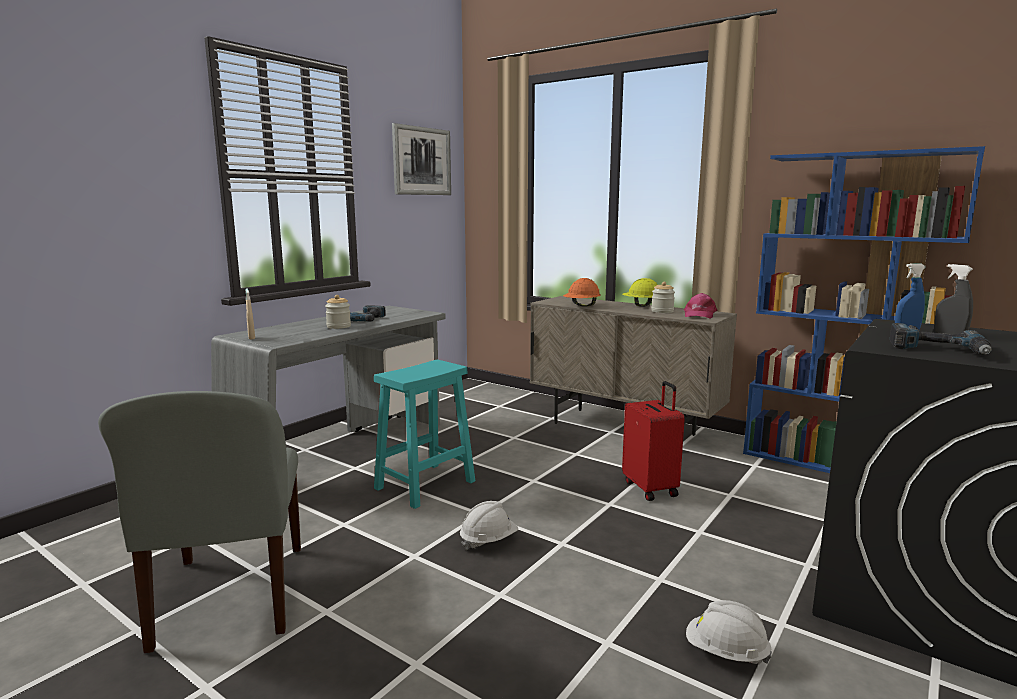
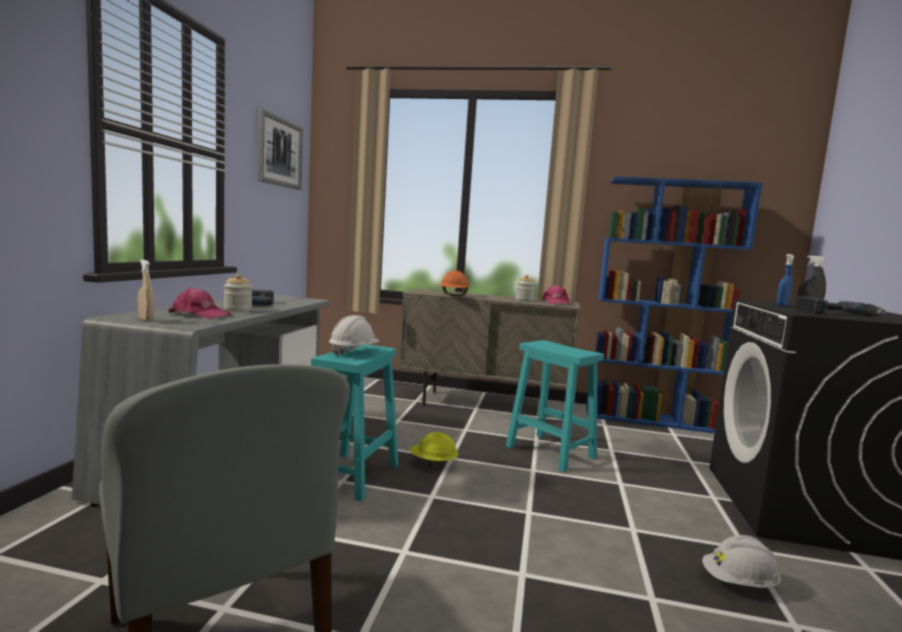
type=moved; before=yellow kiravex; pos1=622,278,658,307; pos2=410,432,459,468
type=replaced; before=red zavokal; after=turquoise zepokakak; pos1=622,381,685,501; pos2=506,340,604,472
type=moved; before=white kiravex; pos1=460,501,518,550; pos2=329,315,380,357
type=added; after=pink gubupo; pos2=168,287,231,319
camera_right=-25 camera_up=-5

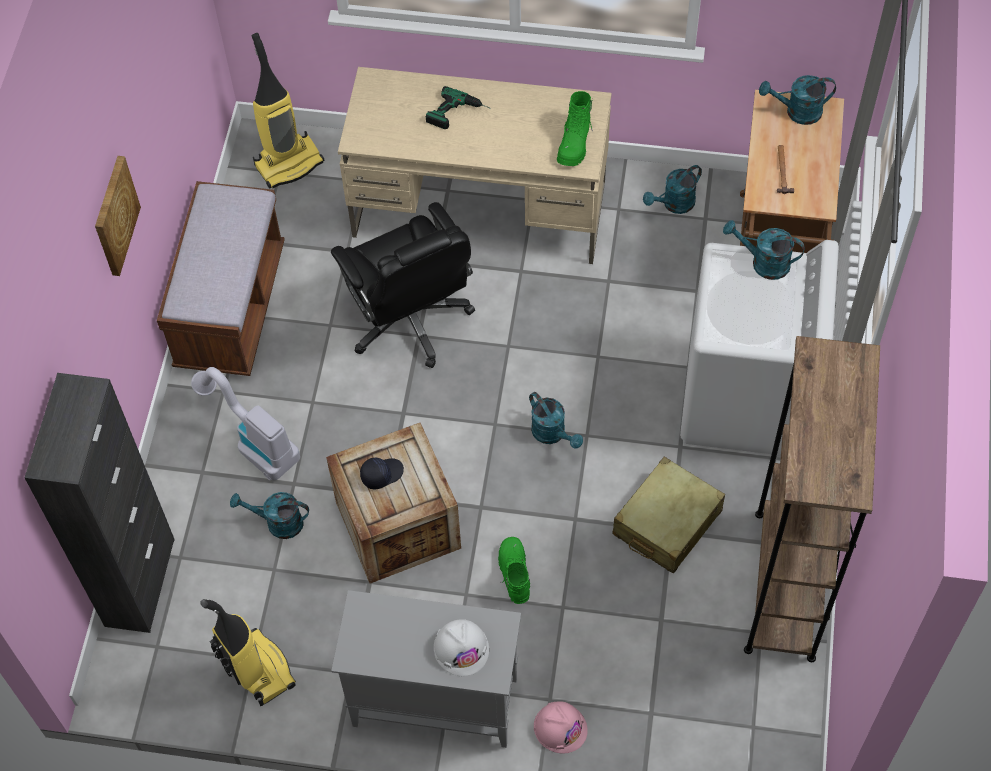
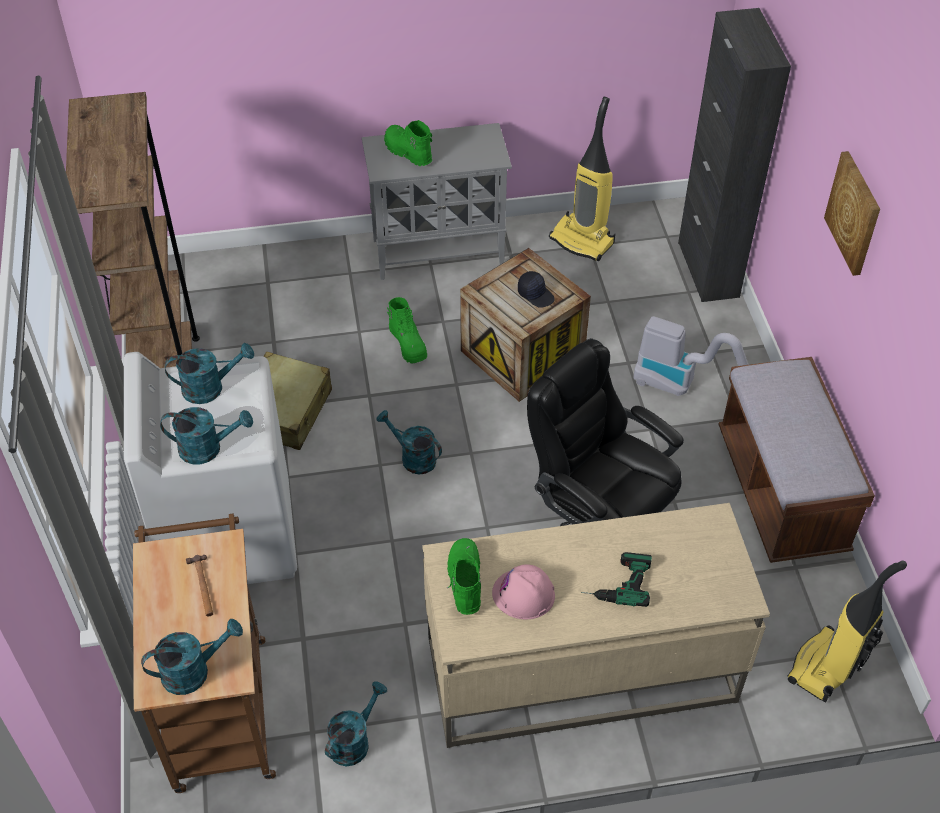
type=turned; before=black gubupo; pos1=360,458,404,489; pos2=518,271,555,308; turn=-90
type=moved; before=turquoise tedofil; pos1=230,492,309,539; pos2=165,343,254,404
type=replaced; before=white kiravex; after=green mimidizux; pos1=434,619,489,676; pos2=384,120,432,166
type=moved; before=pink kiravex; pos1=534,701,588,753; pos2=492,564,555,619
camera_right=160 camera_up=-10

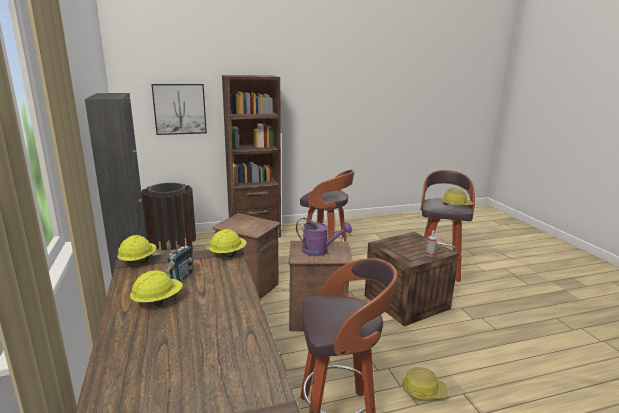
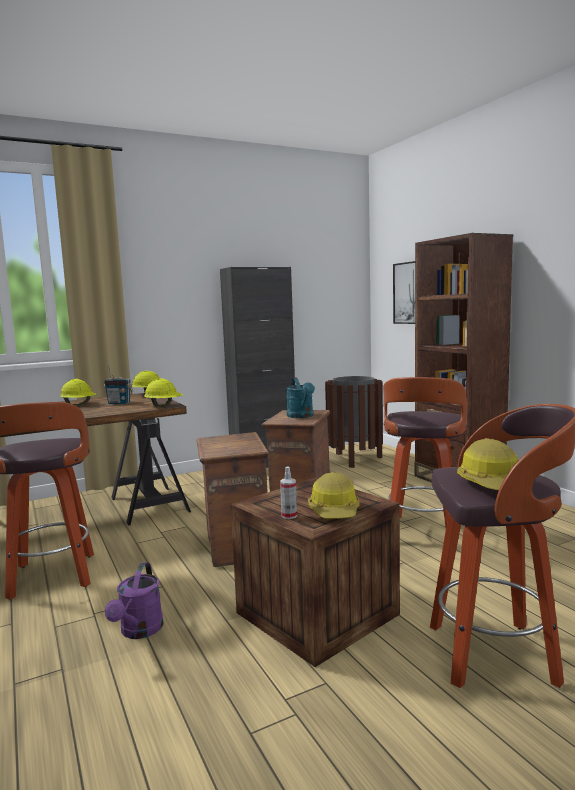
type=moved; before=purple tedofil; pos1=296,218,352,256; pos2=105,562,164,639
type=moved; before=kiravex; pos1=402,367,448,400; pos2=308,472,359,519
type=added; after=turquoise tedofil; pos2=286,377,315,418
camera_right=80 camera_up=-10

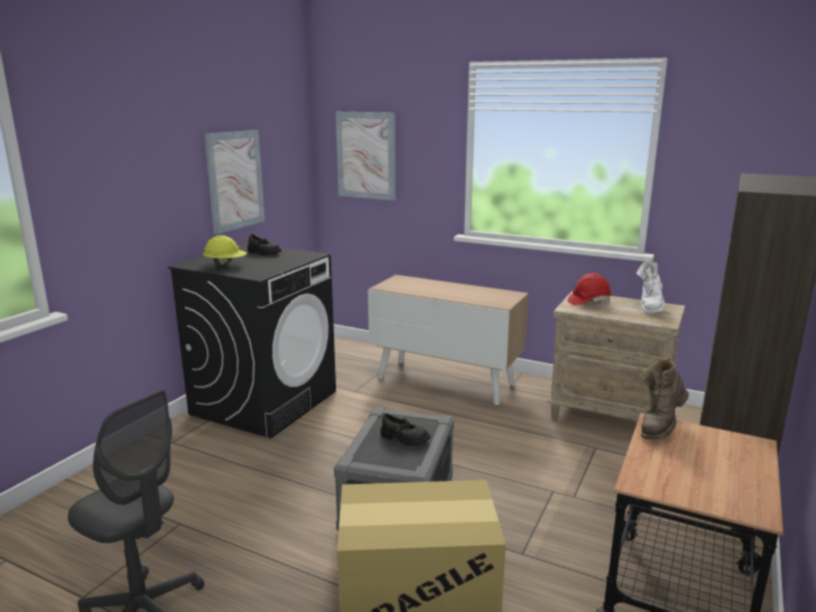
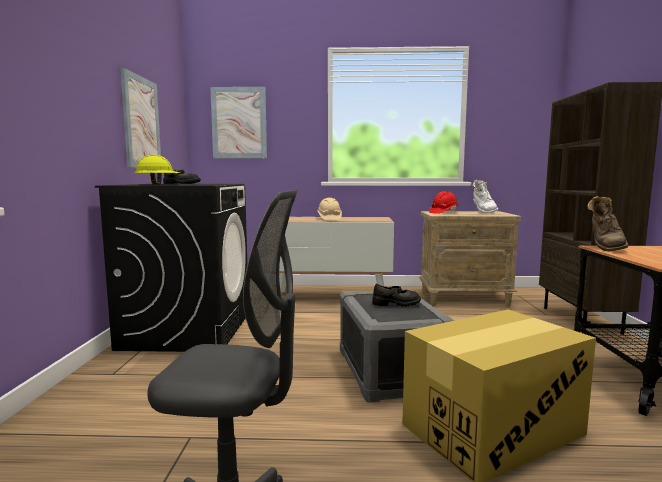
type=added; after=beige kiravex; pos2=317,198,342,221
camera_right=-25 camera_up=-10

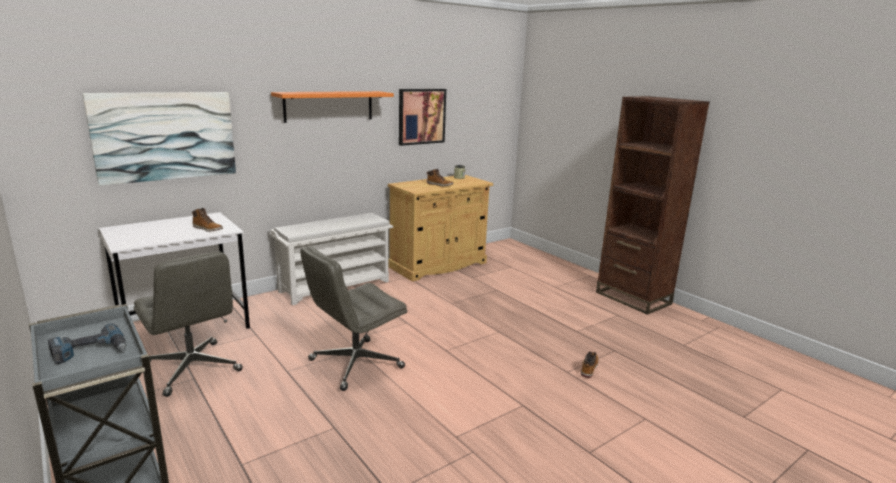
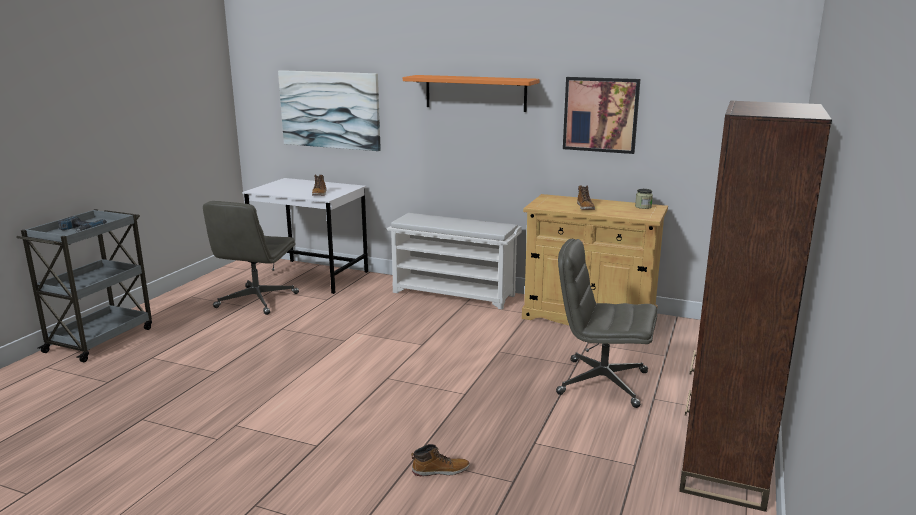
type=moved; before=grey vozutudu; pos1=300,246,407,391; pos2=556,239,657,408
camera_right=60 camera_up=0

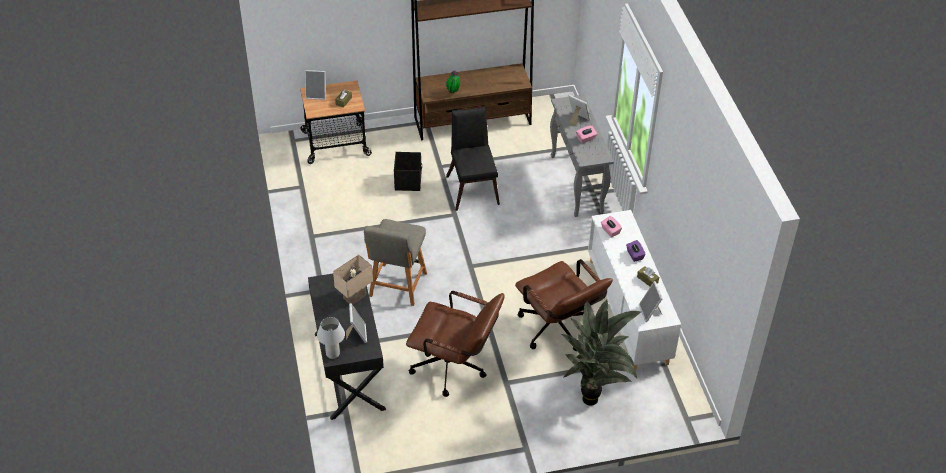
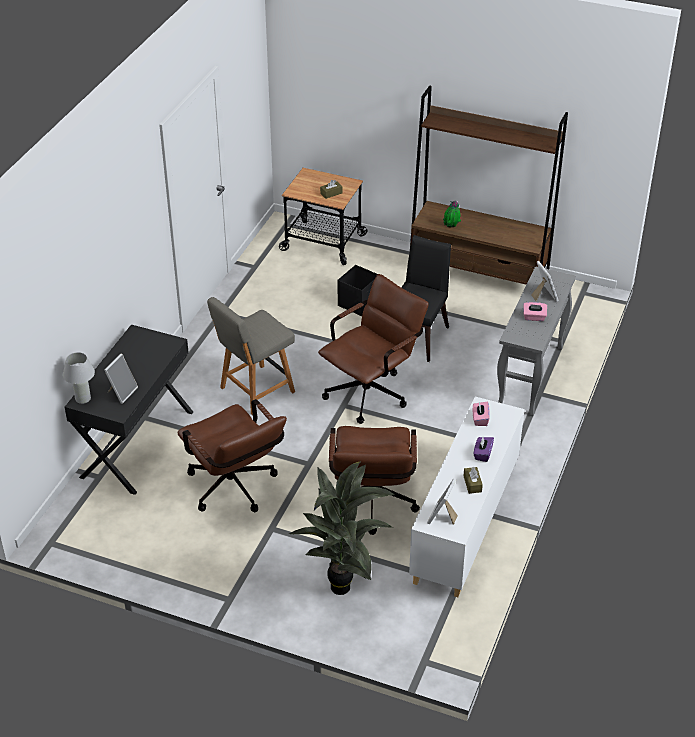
type=removed; before=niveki; pos1=305,70,326,100
type=removed; before=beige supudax; pos1=333,255,373,305
type=added; after=brown vozutudu; pos2=318,274,429,424
camera_right=35 camera_up=-5

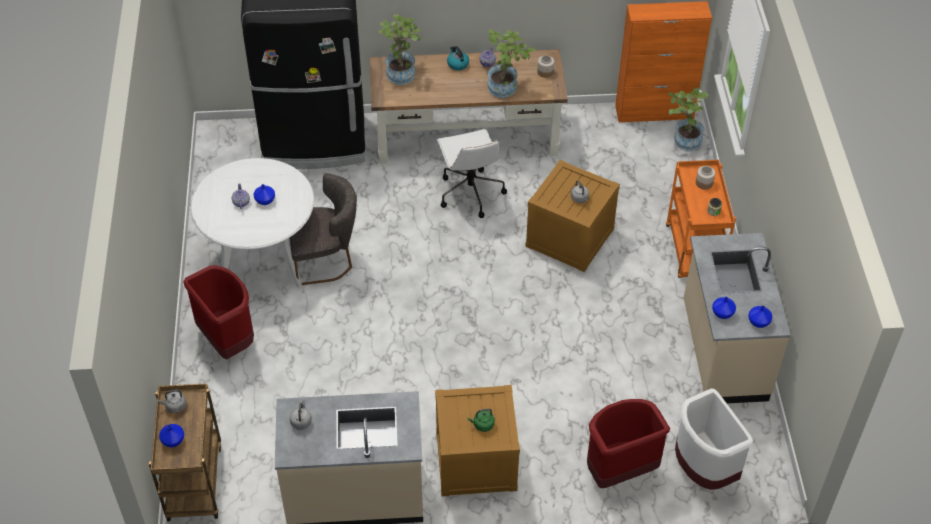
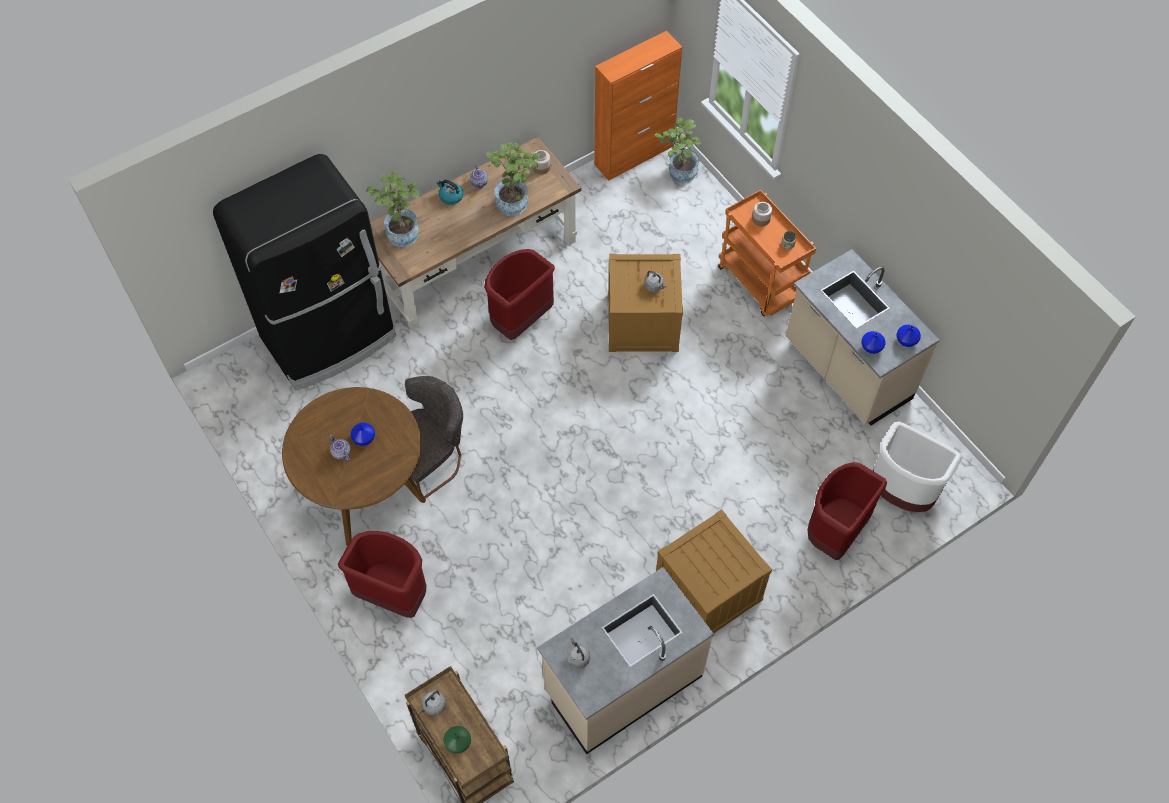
type=replaced; before=white vozutudu; after=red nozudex; pos1=437,129,507,218; pos2=484,249,555,340
type=recoloured; before=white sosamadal; after=brown sosamadal; pos1=191,158,314,288; pos2=282,387,426,546
type=removed; before=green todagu; pos1=468,409,495,432
type=recoloured; before=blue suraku; after=green suraku; pos1=159,424,184,447; pos2=443,726,471,754
camera_right=-30 camera_up=10

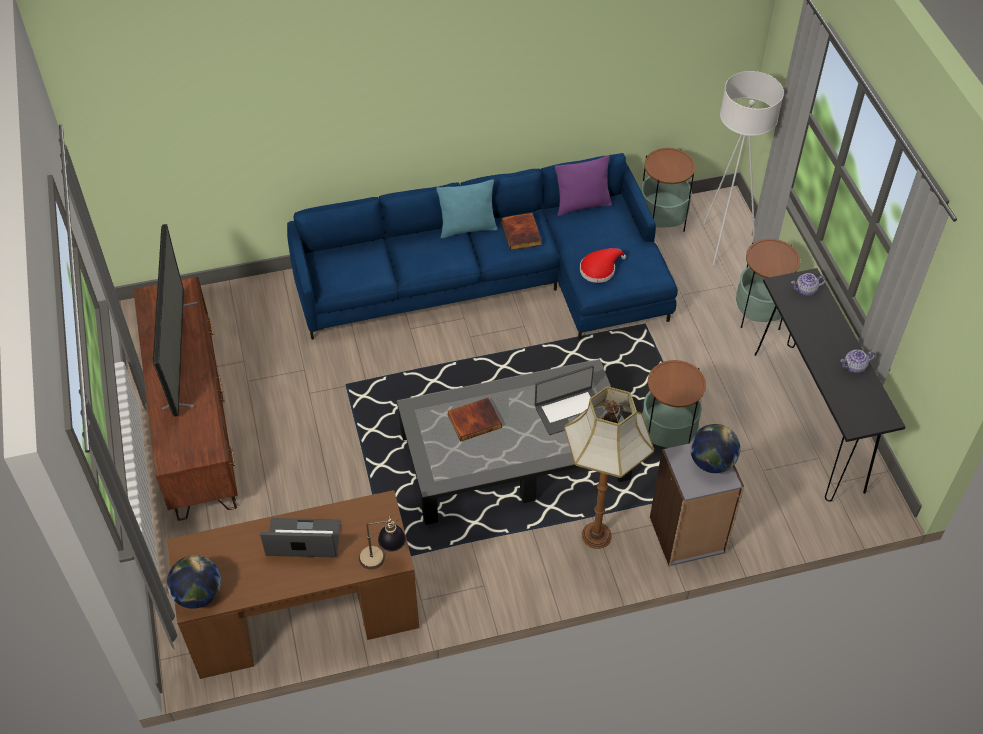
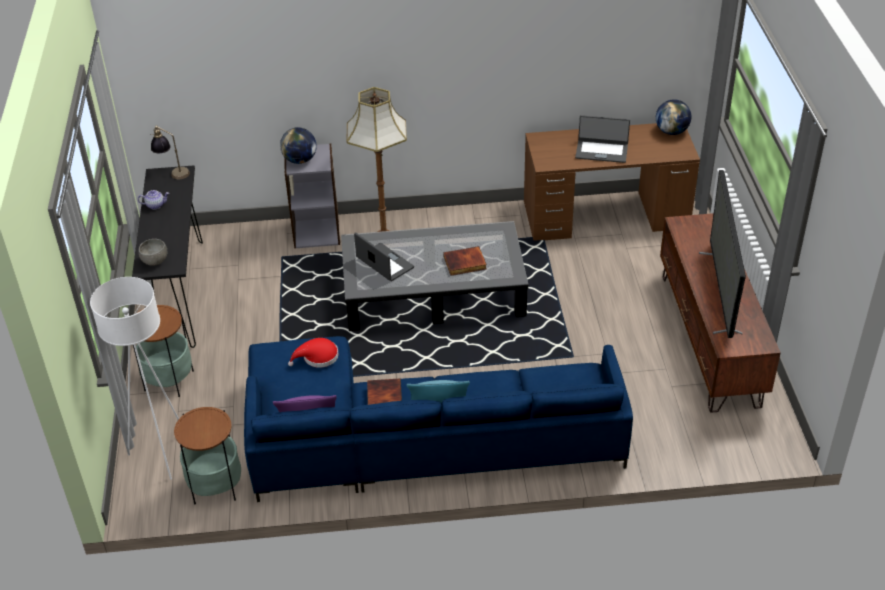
type=replaced; before=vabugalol; after=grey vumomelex; pos1=791,273,826,296; pos2=139,239,167,266
type=removed; before=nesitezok; pos1=642,360,706,448
type=turned; before=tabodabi; pos1=535,365,604,435; pos2=354,232,414,281; turn=60
type=moved; before=supudax; pos1=359,516,406,570; pos2=150,125,190,179
camera_right=-170 camera_up=-10

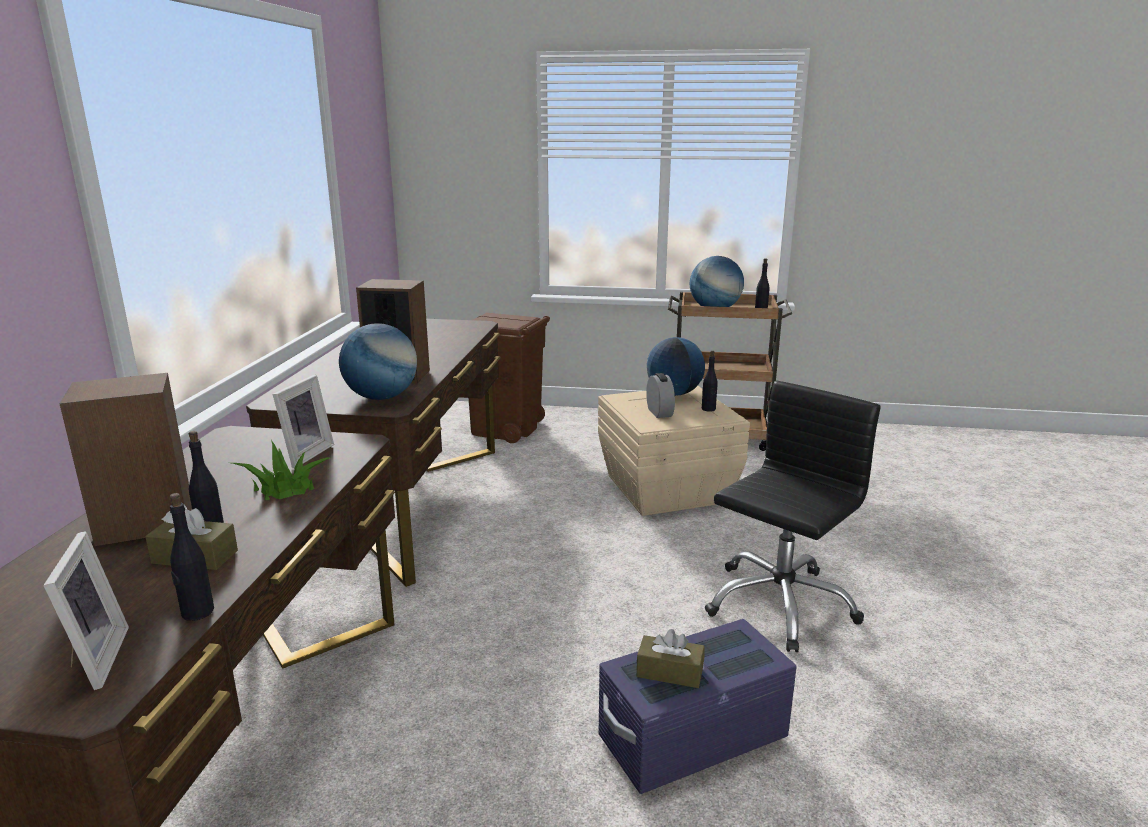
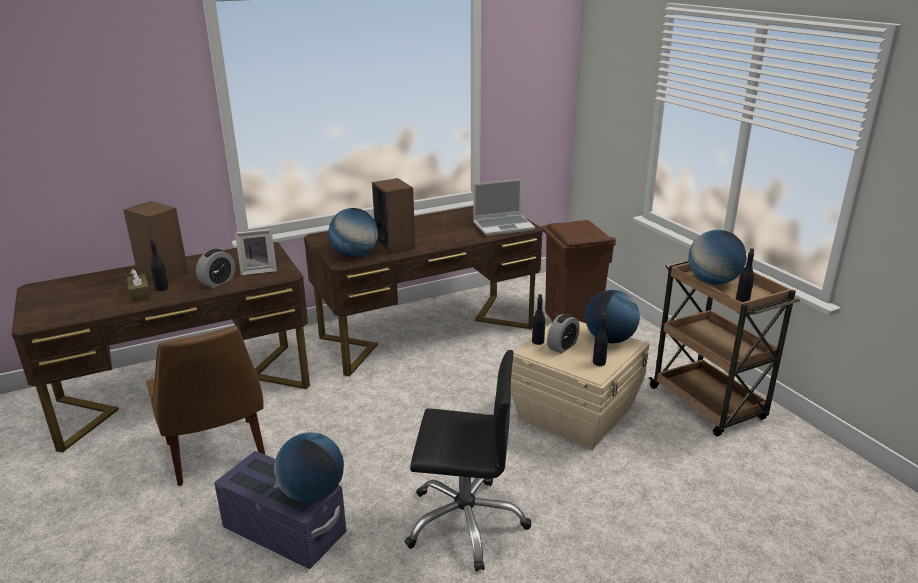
type=replaced; before=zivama; after=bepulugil; pos1=232,440,329,500; pos2=196,249,235,288
type=moved; before=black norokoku; pos1=170,493,214,621; pos2=532,294,545,345
type=removed; before=niveki; pos1=43,531,129,690
type=removed; before=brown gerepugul; pos1=637,629,705,688
type=added; after=tabodabi; pos2=473,179,535,236
type=added; after=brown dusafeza; pos2=146,326,265,486
type=added; after=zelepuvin; pos2=274,432,344,503
camera_right=55 camera_up=5

